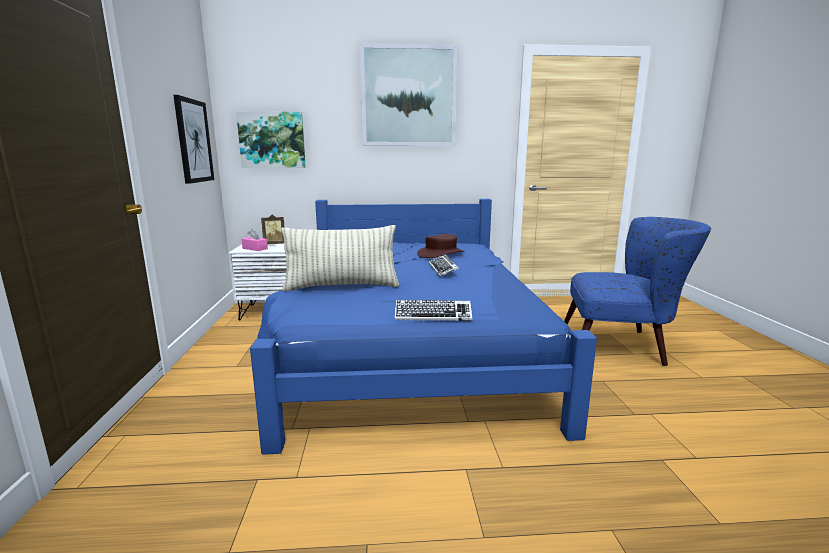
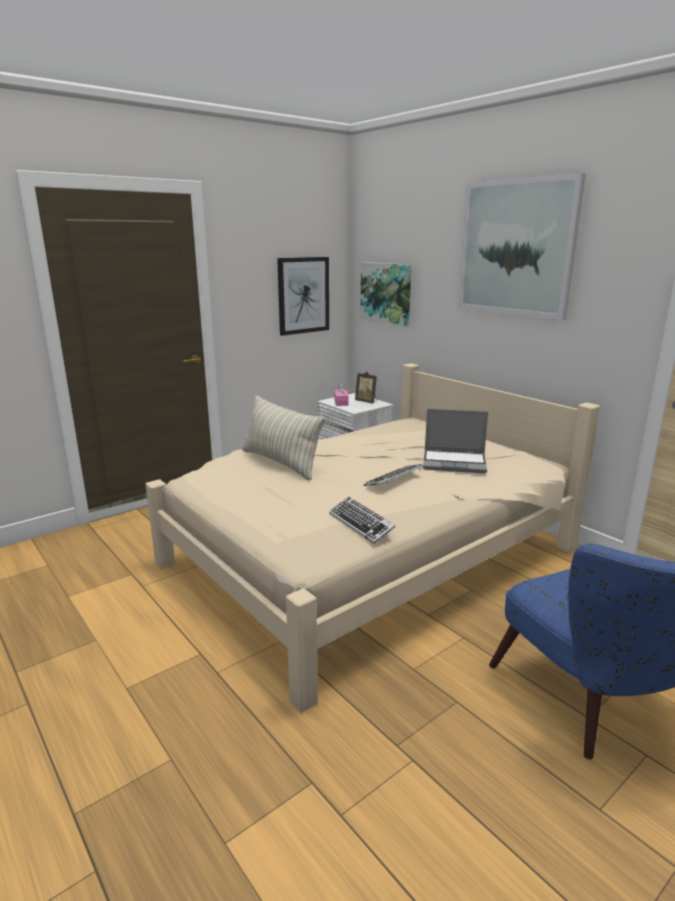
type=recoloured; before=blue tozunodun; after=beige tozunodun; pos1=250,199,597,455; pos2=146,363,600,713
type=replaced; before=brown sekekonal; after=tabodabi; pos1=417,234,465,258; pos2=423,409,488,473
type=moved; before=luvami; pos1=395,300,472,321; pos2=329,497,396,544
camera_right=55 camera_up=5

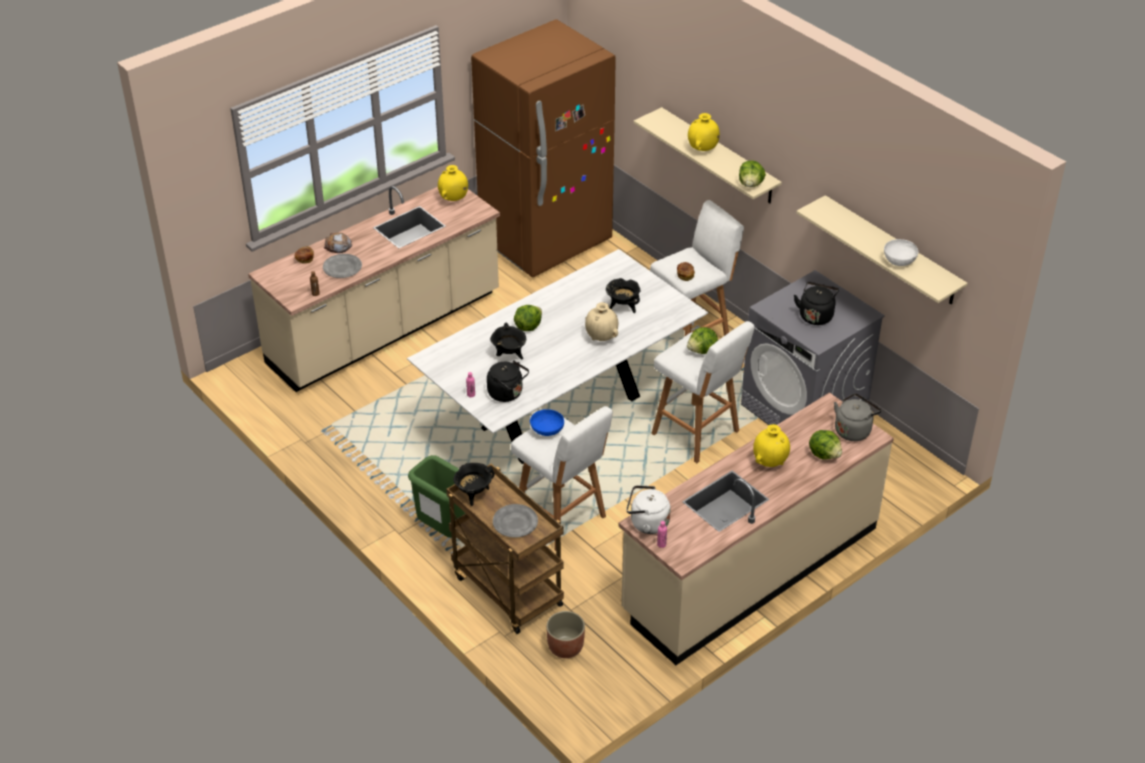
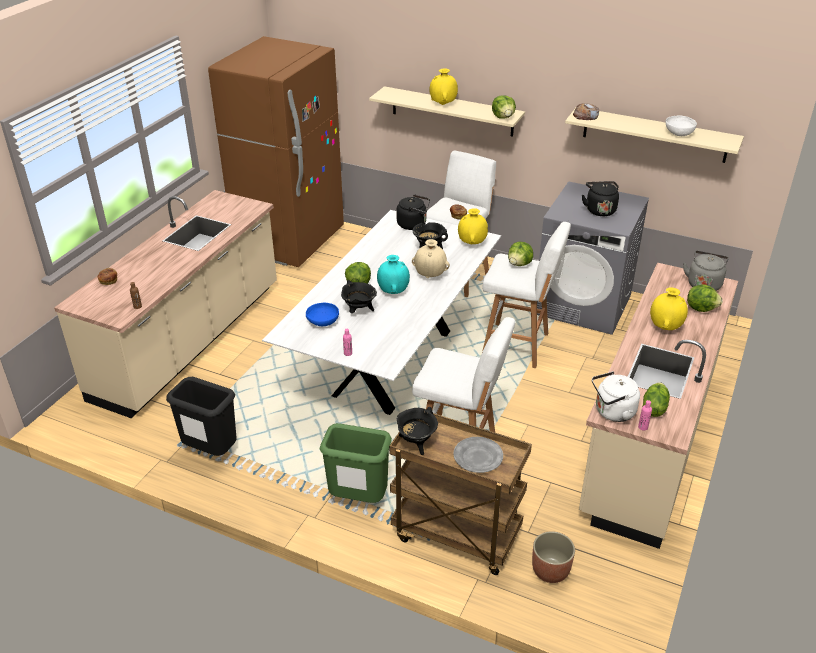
type=moved; before=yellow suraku; pos1=438,165,468,201; pos2=458,208,488,244
type=moved; before=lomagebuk; pos1=324,233,352,253; pos2=573,103,599,120
type=removed; before=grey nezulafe; pos1=323,254,362,278
type=moved; before=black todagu; pos1=487,360,529,402; pos2=396,194,430,230
type=moved; before=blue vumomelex; pos1=530,409,564,436; pos2=306,303,339,326
type=added; after=turquoise suraku; pos2=377,255,410,294
type=added; after=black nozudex; pos2=166,377,236,456
type=added; after=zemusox; pos2=643,382,670,417
camera_right=-25 camera_up=-5

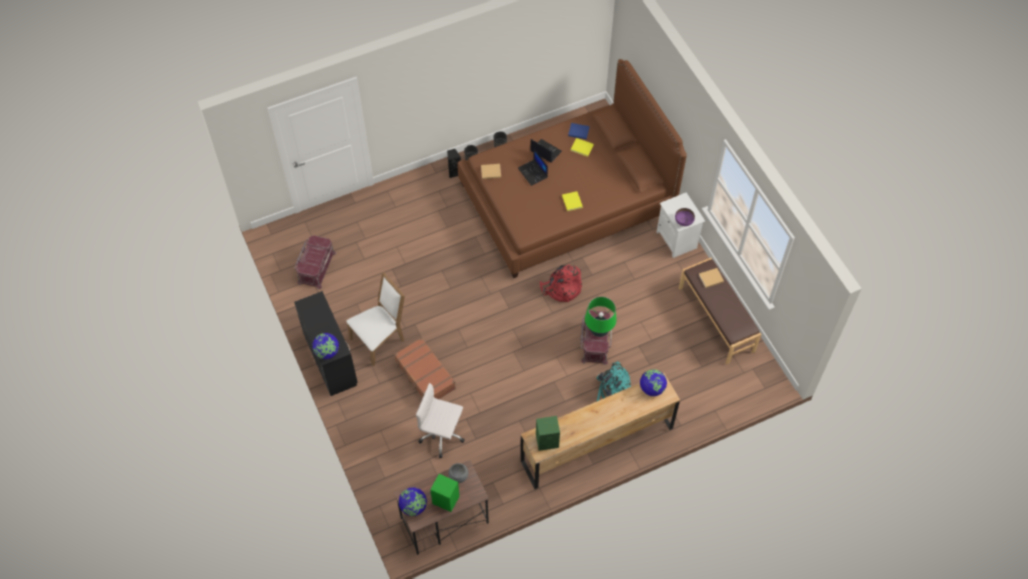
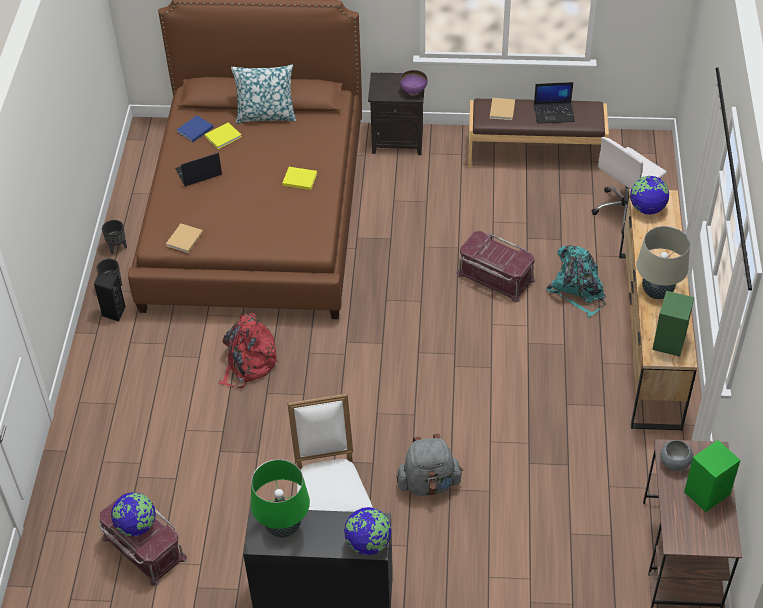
type=moved; before=tabodabi; pos1=518,149,548,186; pos2=534,82,575,124
type=recoloured; before=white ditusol; after=black ditusol; pos1=657,193,705,258; pos2=368,72,424,155
type=moved; before=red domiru; pos1=540,265,582,302; pos2=218,313,279,388
type=moved; before=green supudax; pos1=585,297,616,337; pos2=251,459,310,538
type=replaced; before=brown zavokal; after=grey domiru; pos1=394,338,456,401; pos2=396,434,463,496
type=moved; before=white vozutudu; pos1=416,383,465,458; pos2=591,137,667,234
type=moved; before=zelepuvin; pos1=399,487,427,516; pos2=111,492,156,536
type=added; after=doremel; pos2=231,65,296,124
type=added; after=beige supudax; pos2=636,226,690,299
camera_right=-60 camera_up=-10

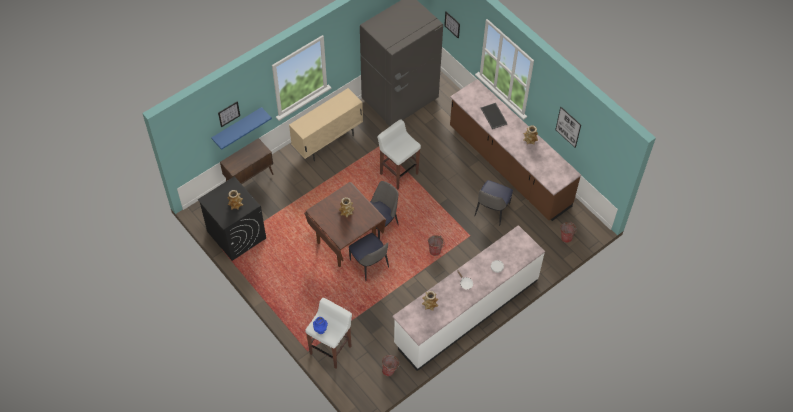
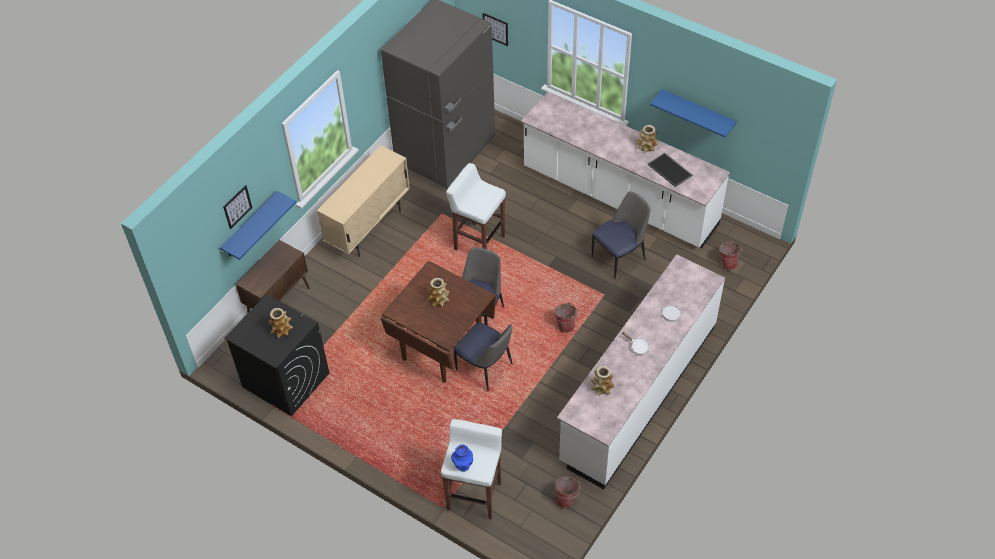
type=recoloured; before=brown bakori; after=white bakori; pos1=450,79,581,221; pos2=521,92,730,249
type=moved; before=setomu; pos1=481,103,508,129; pos2=648,153,692,187
type=replaced; before=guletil; after=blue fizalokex; pos1=555,107,581,148; pos2=650,89,737,137
type=turned; before=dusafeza; pos1=475,180,513,226; pos2=592,191,650,279; turn=-135
camera_right=-15 camera_up=-5

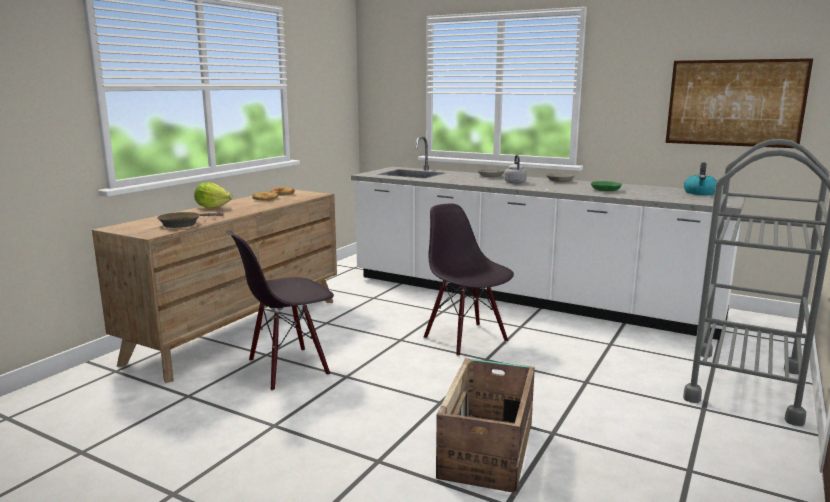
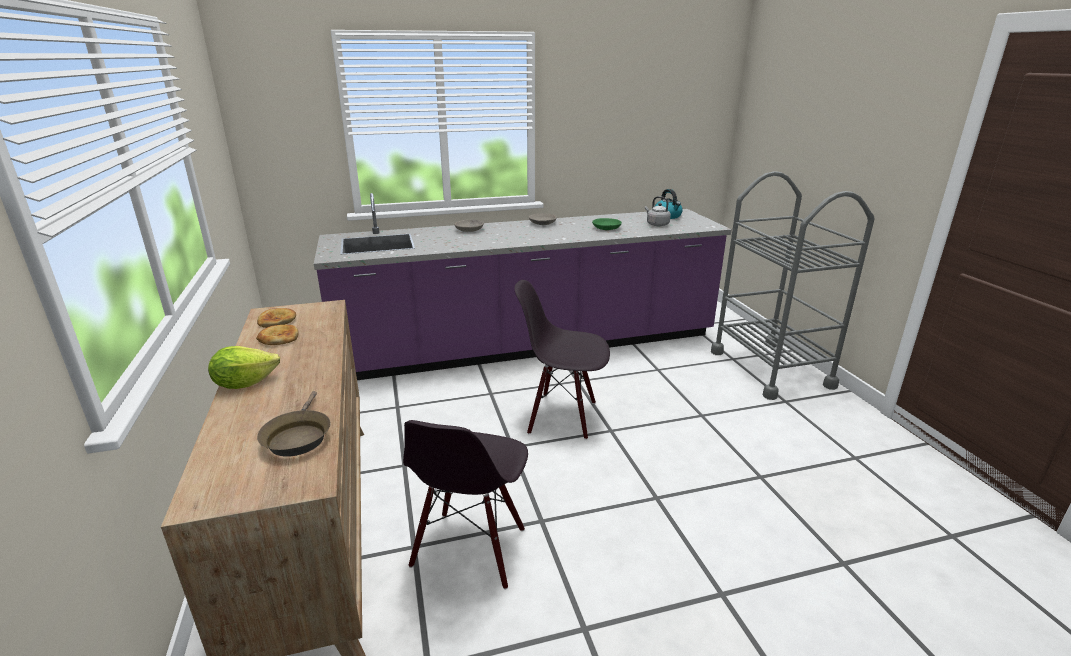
type=removed; before=guletil; pos1=666,58,813,148
type=recoloured; before=white bakori; after=purple bakori; pos1=351,136,746,340; pos2=314,193,732,380
type=moved; before=grey todagu; pos1=504,155,527,184; pos2=645,196,671,226
type=removed; before=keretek; pos1=436,358,535,493
camera_right=-45 camera_up=10

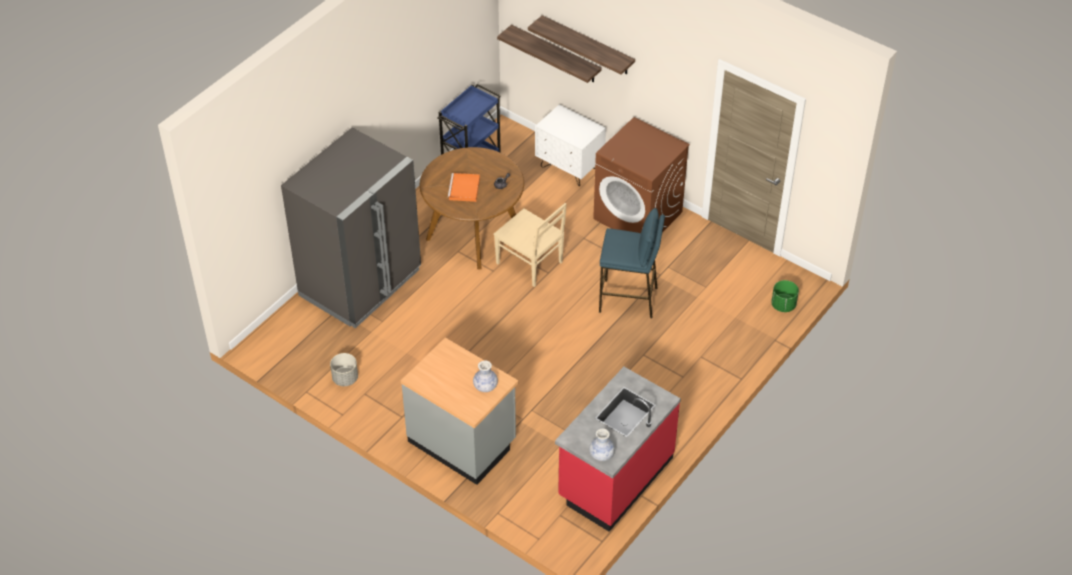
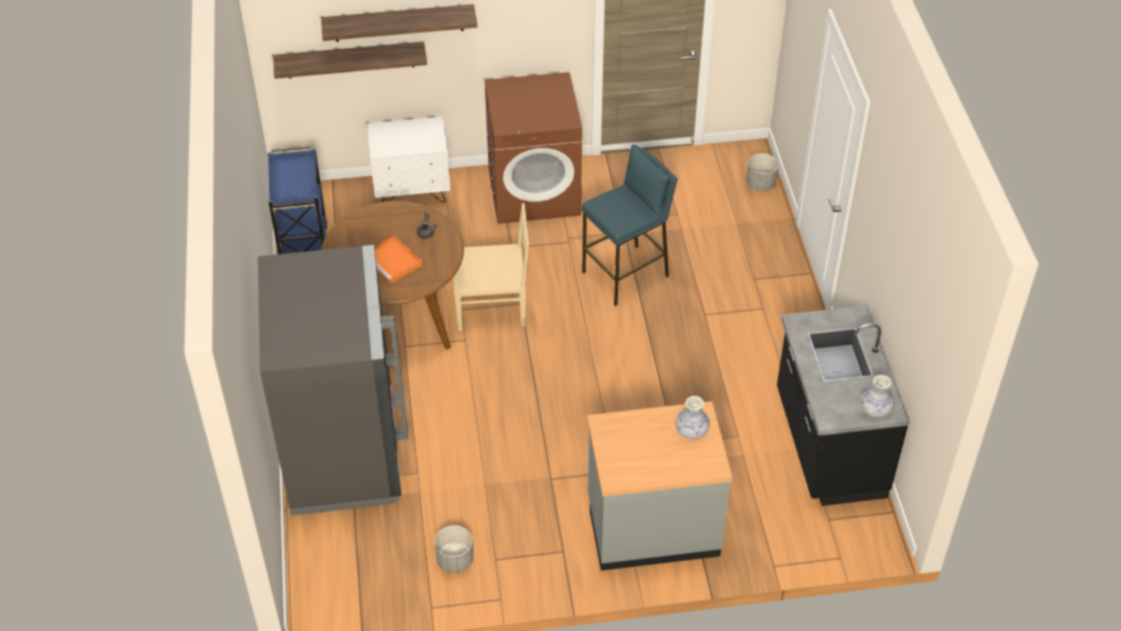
type=recoloured; before=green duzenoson; after=grey duzenoson; pos1=771,280,799,312; pos2=746,153,779,191
type=recoloured; before=red bakori; after=black bakori; pos1=555,367,681,532; pos2=777,306,910,506
camera_right=-45 camera_up=0

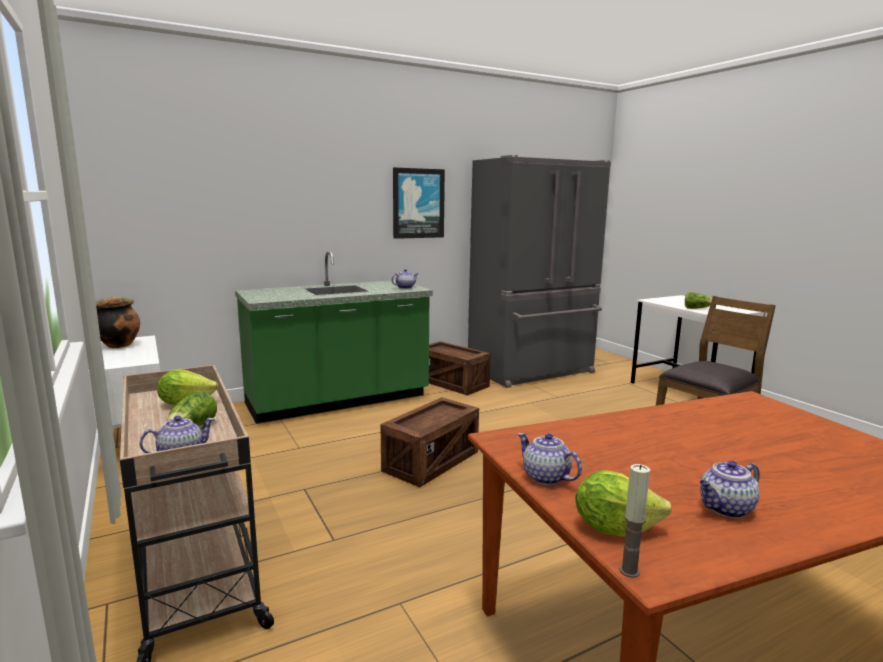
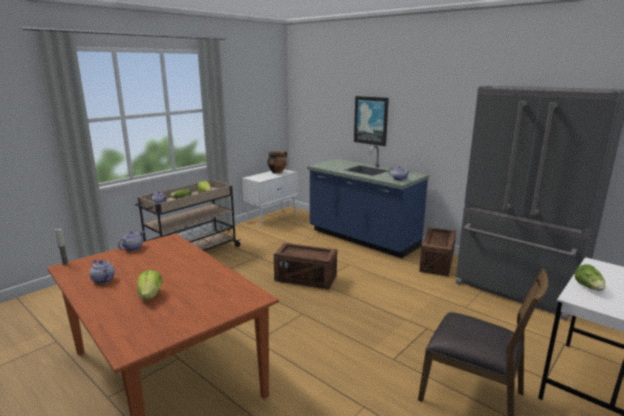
type=moved; before=guletil; pos1=393,168,445,239; pos2=354,96,389,146
type=recoloured; before=green bakori; after=blue bakori; pos1=235,251,433,424; pos2=307,145,429,258
type=moved; before=zemusox; pos1=576,470,672,537; pos2=137,270,162,300
camera_right=70 camera_up=5

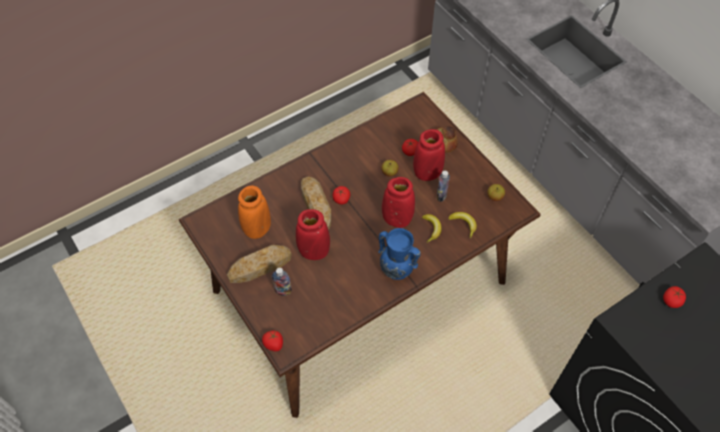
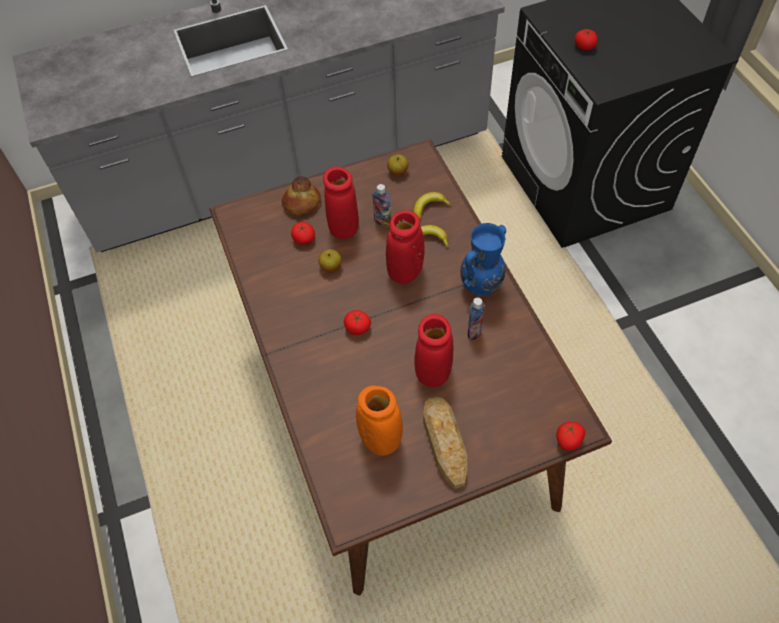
type=removed; before=lomagebuk; pos1=301,176,332,230
type=moved; before=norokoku; pos1=272,268,292,296; pos2=467,298,485,340
camera_right=-75 camera_up=0

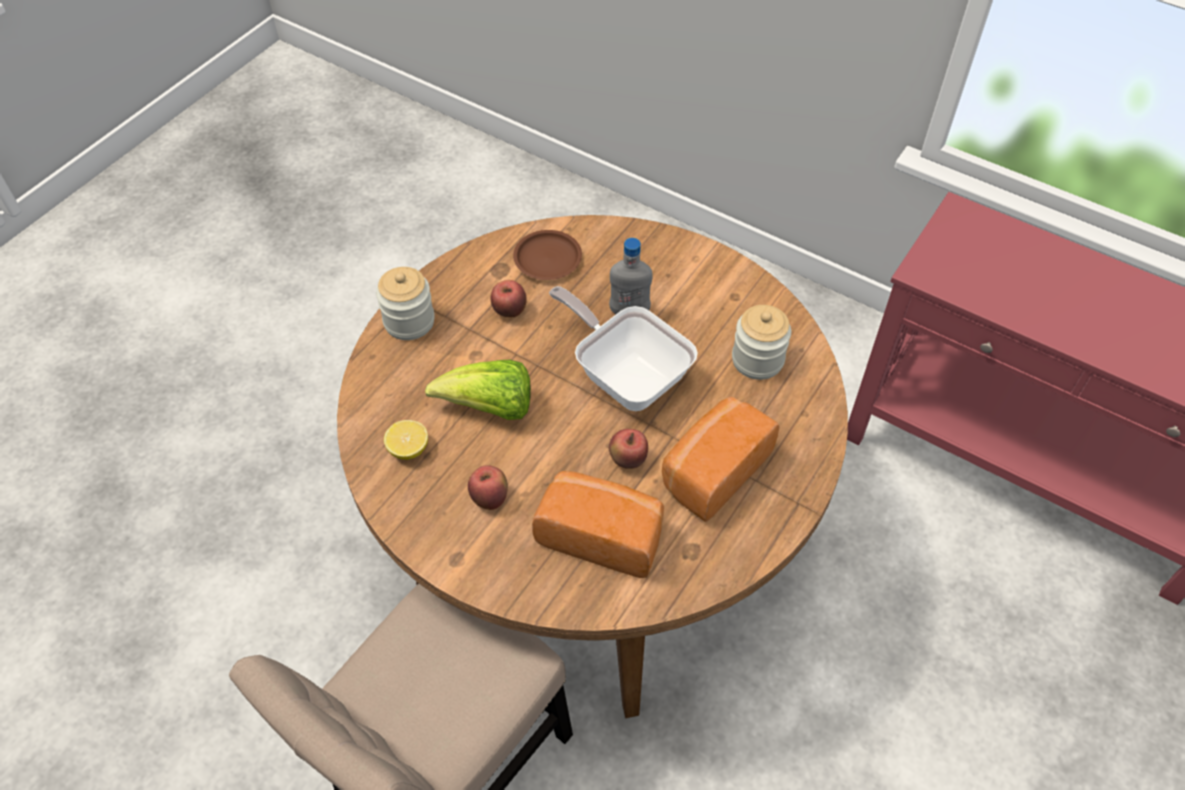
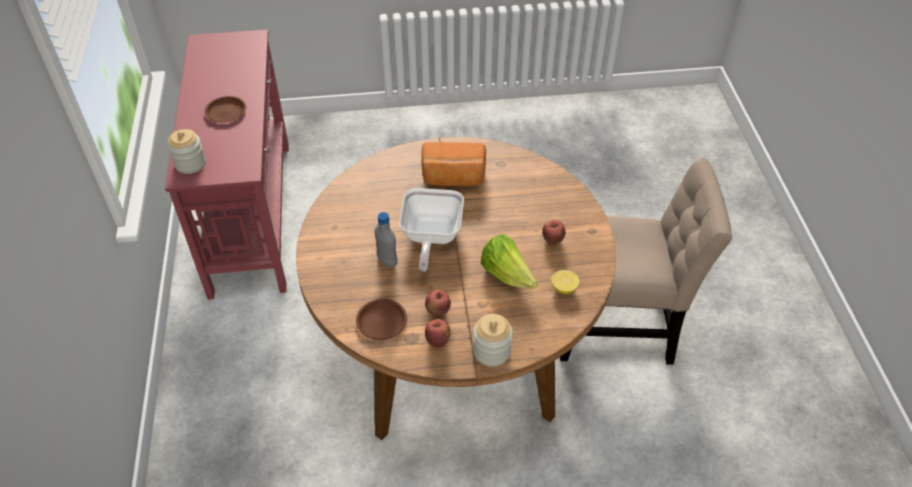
type=moved; before=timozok; pos1=732,305,791,380; pos2=167,129,206,174
type=moved; before=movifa; pos1=609,429,648,469; pos2=425,319,451,348
type=removed; before=lomagebuk; pos1=532,471,664,578
type=added; after=brown nezulafe; pos2=205,96,246,123
camera_right=-130 camera_up=-5

